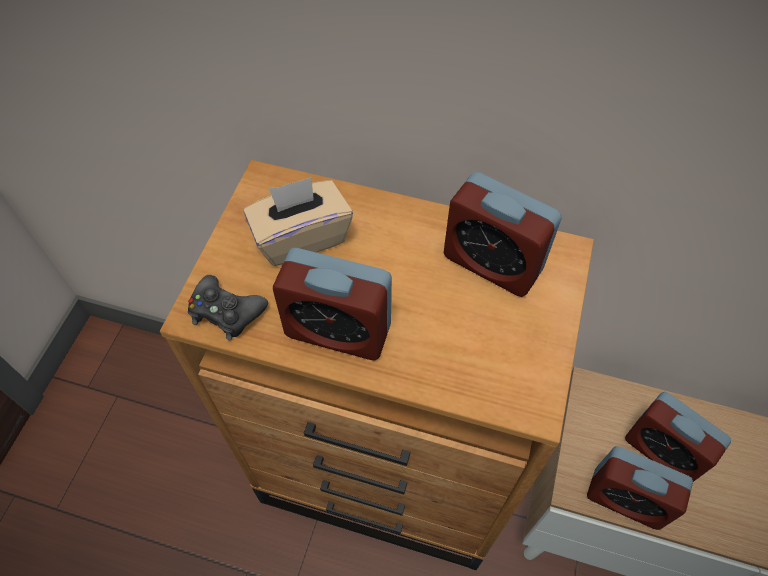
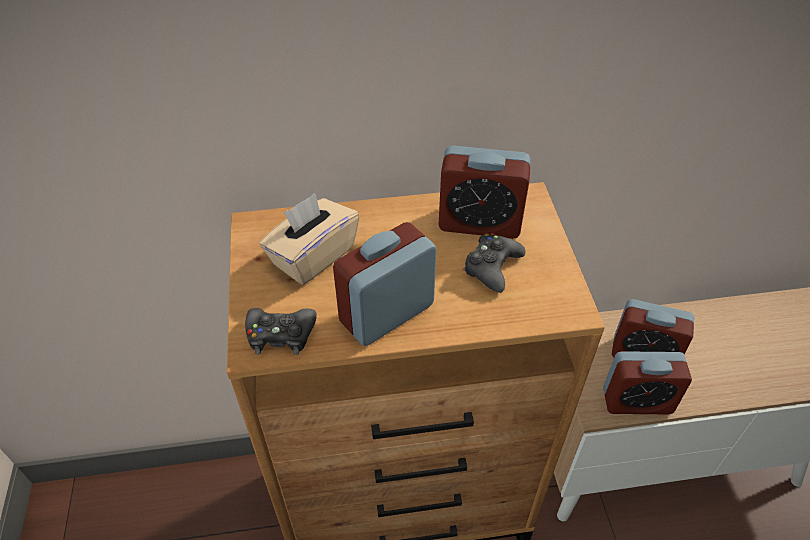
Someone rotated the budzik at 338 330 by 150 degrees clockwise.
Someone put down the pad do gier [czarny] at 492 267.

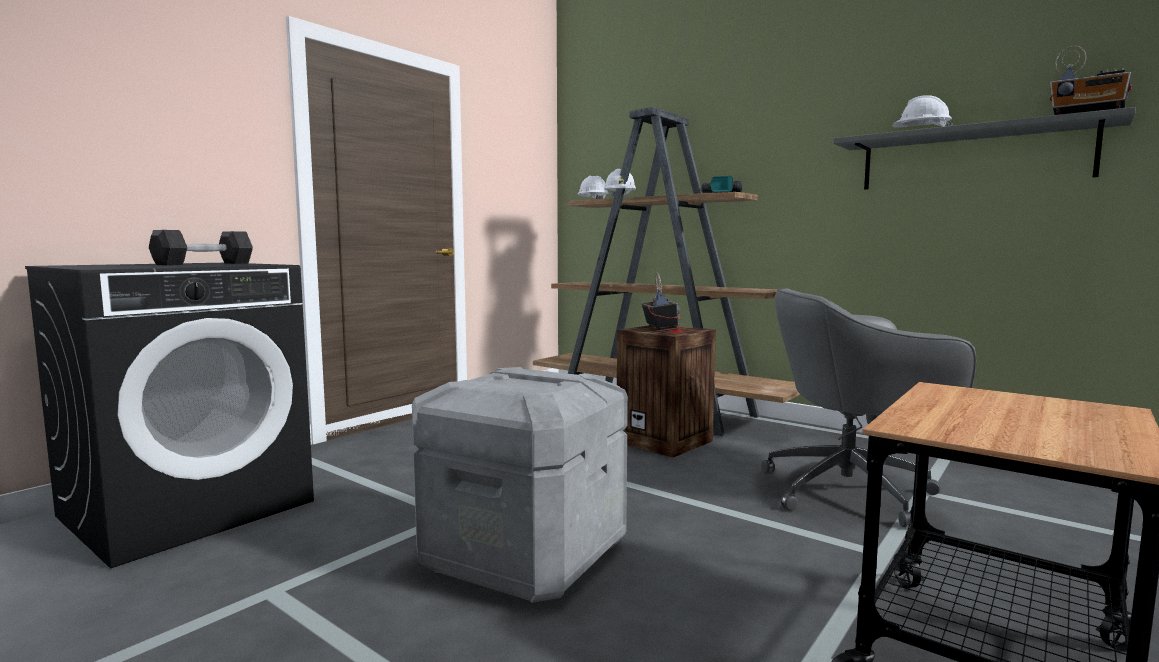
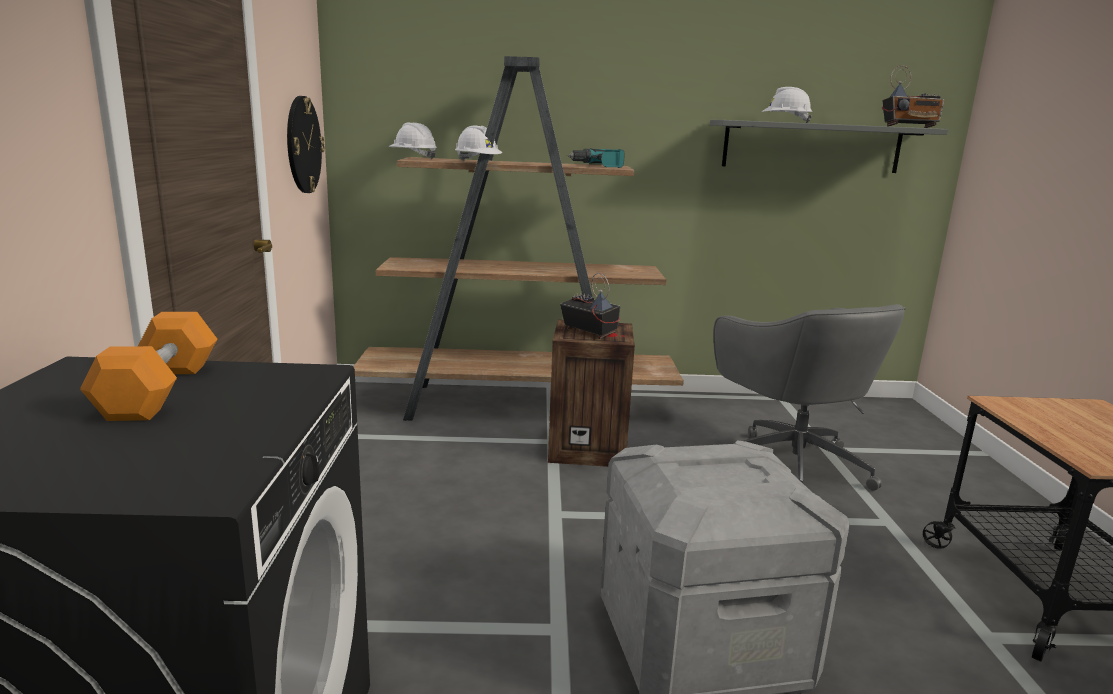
Someone repainted the hantel [czarny] at 204 264, which became the hantel [pomarańczowy] at 160 390.
Someone rotated the krzesło biurowe [szary] at 852 491 by 75 degrees counterclockwise.
Someone put up the zegar ścienny at 303 145.

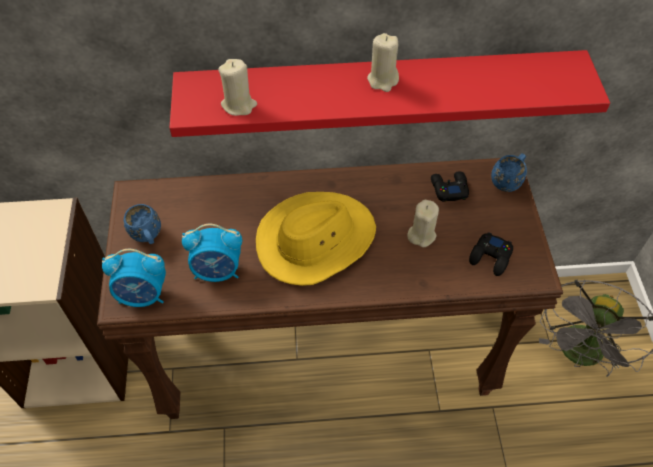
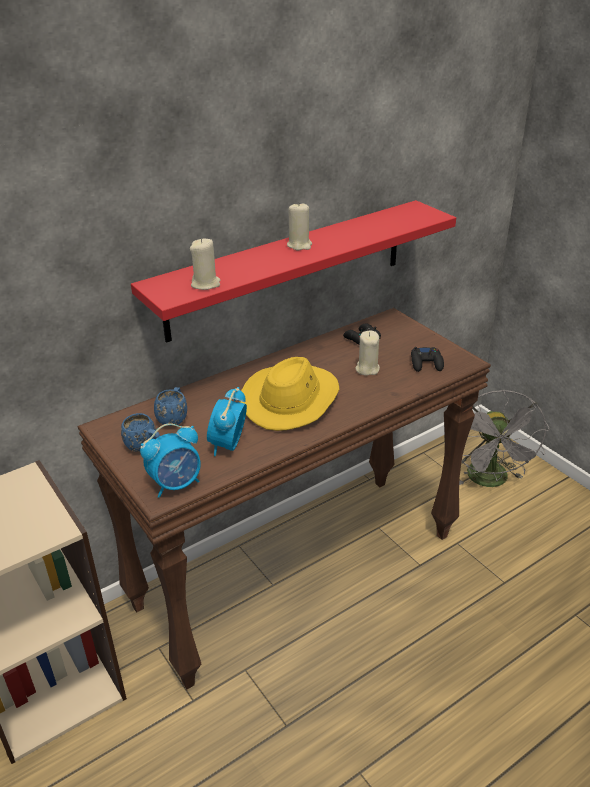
Someone carried the kubek [niebieski] from 507 181 to 173 418.
Someone rotated the budzik at 218 271 by 135 degrees clockwise.

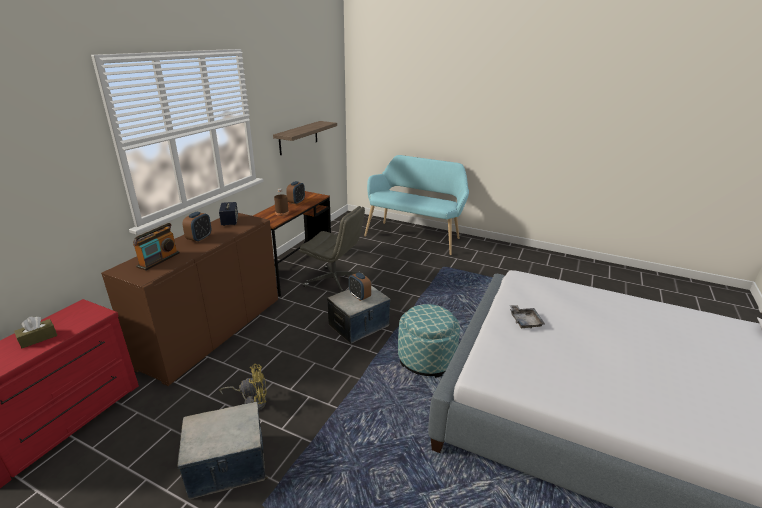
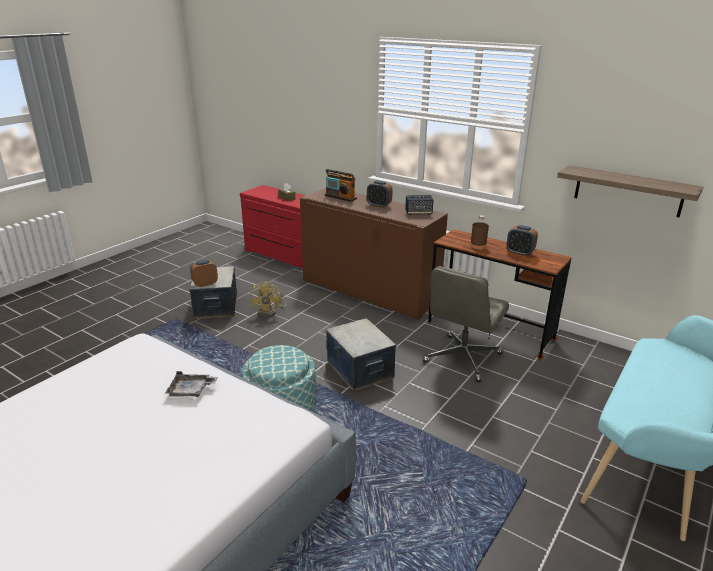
Someone carried the budzik from 359 296 to 205 284.

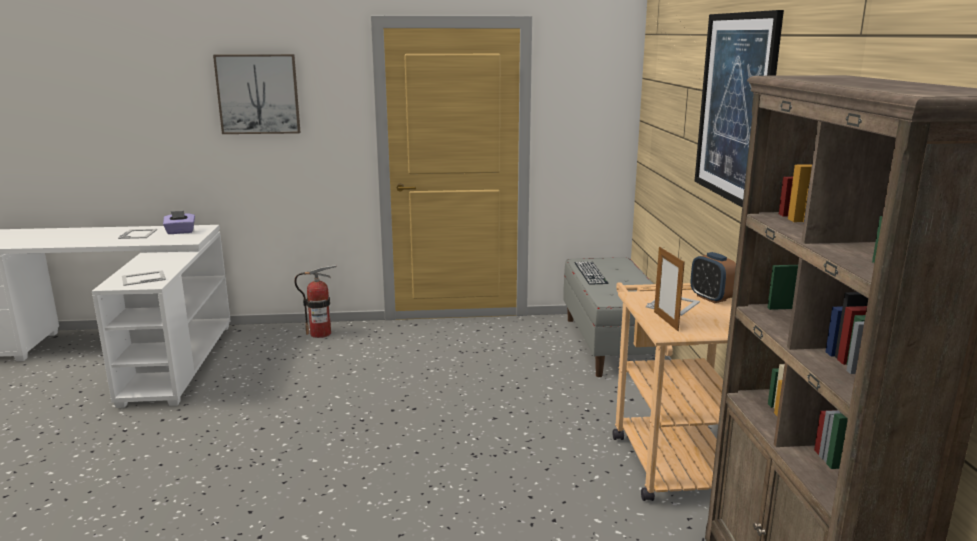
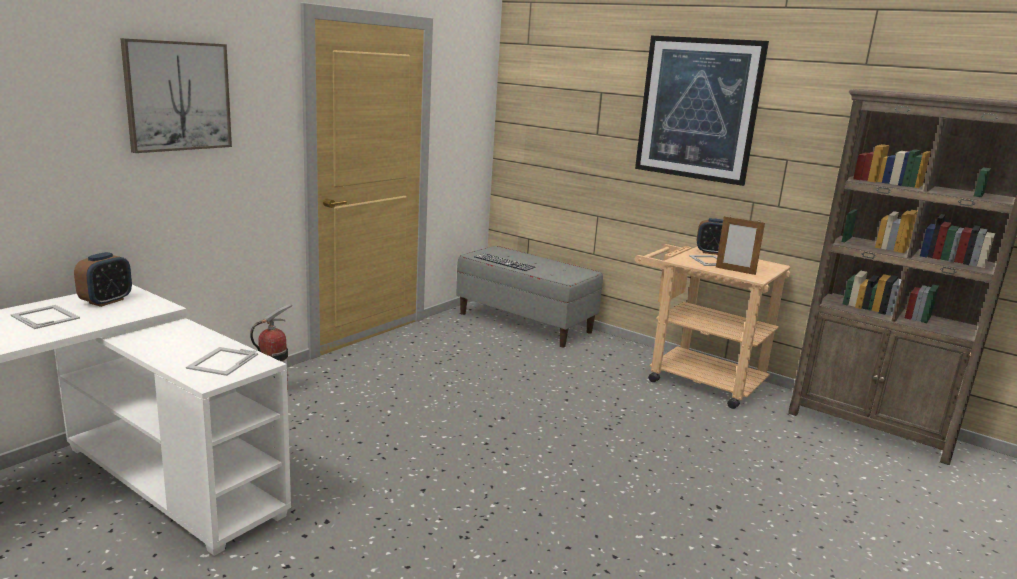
Someone swapped the pudełko chusteczek [fioletowy] at 180 232 for the budzik at 106 301.

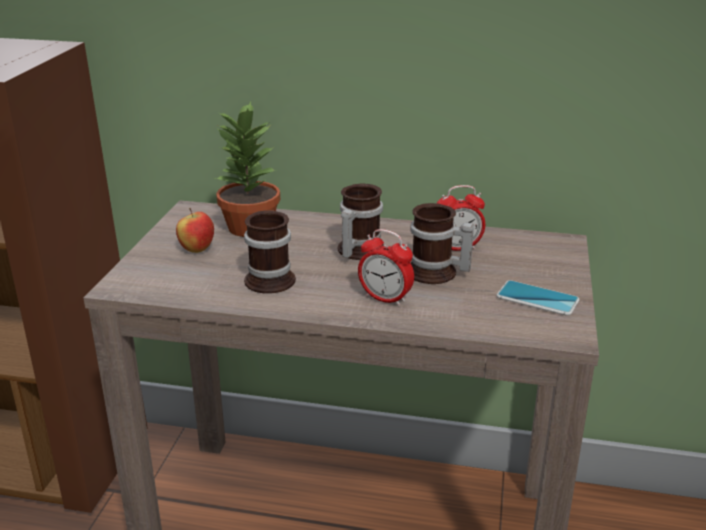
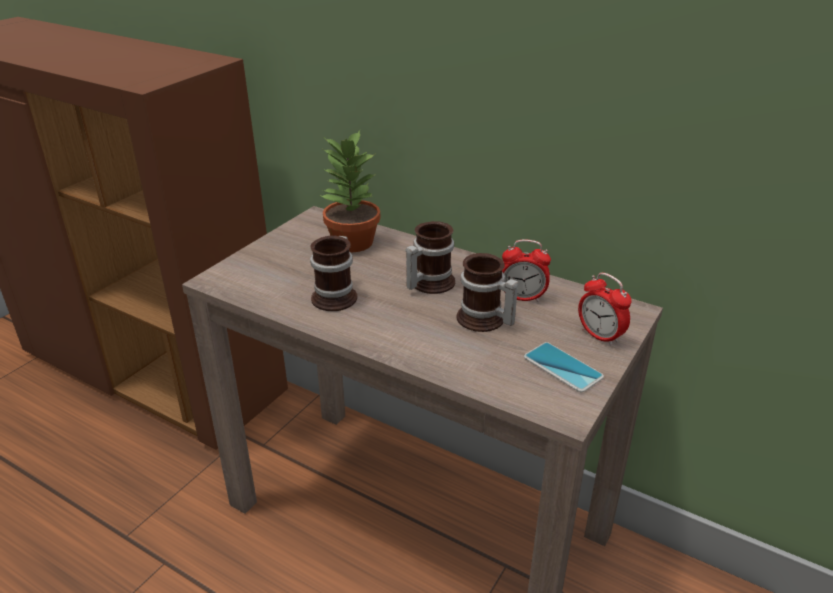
Someone took away the jabłko at 197 250.
Someone carried the budzik from 385 299 to 600 336.

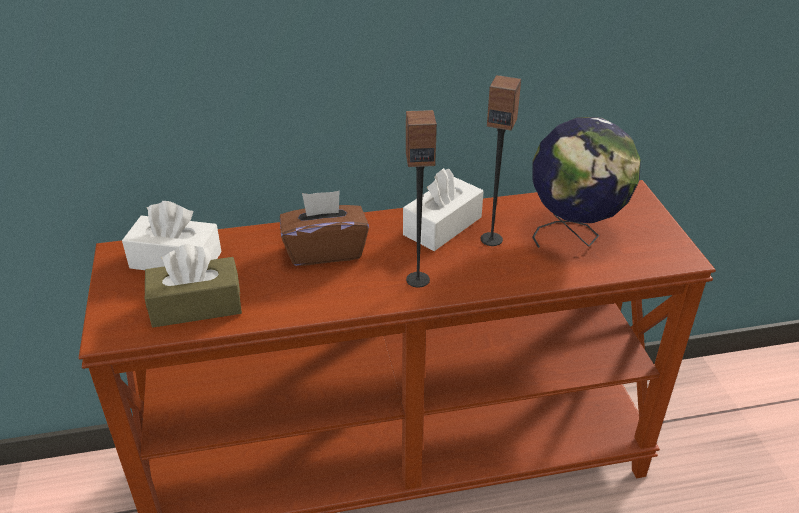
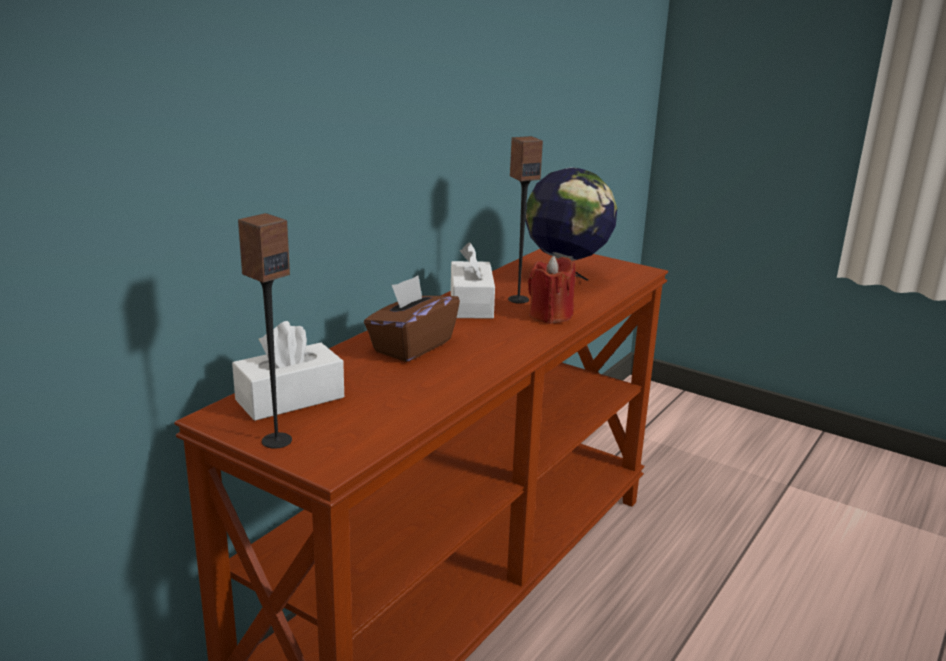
Someone carried the głośnik from 418 279 to 276 440.
Someone took away the pudełko chusteczek [brązowy] at 196 306.
Someone put down the świeca [czerwony] at 550 316.

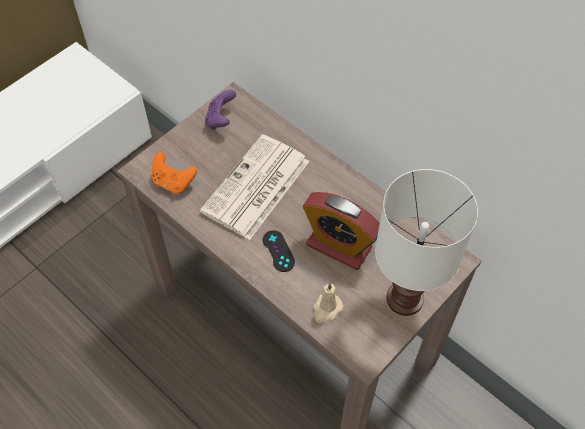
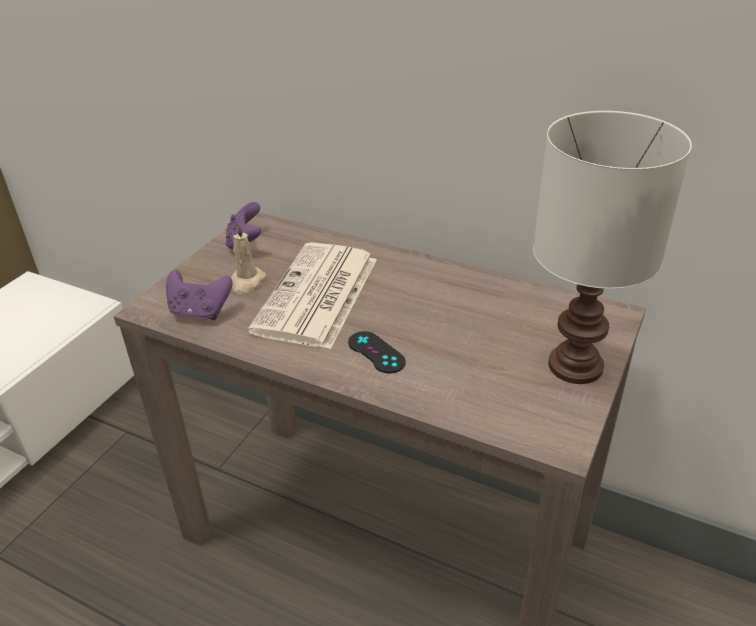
Someone repainted the pad do gier [pomarańczowy] at 173 182, which became the pad do gier [fioletowy] at 200 312.
Someone took away the budzik at 339 246.
Someone carried the świeca [beżowy] from 326 309 to 246 282.

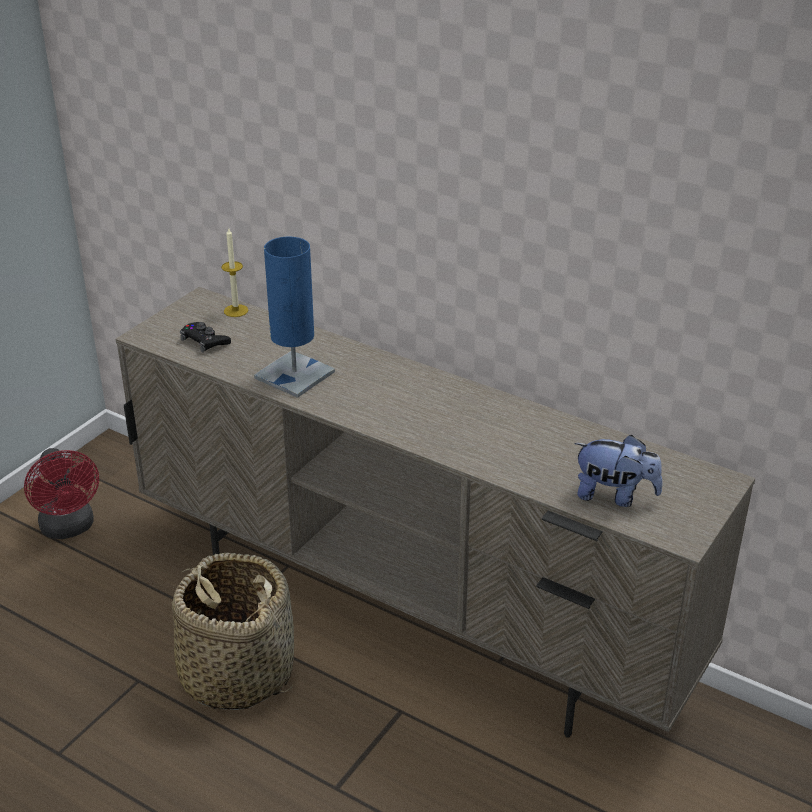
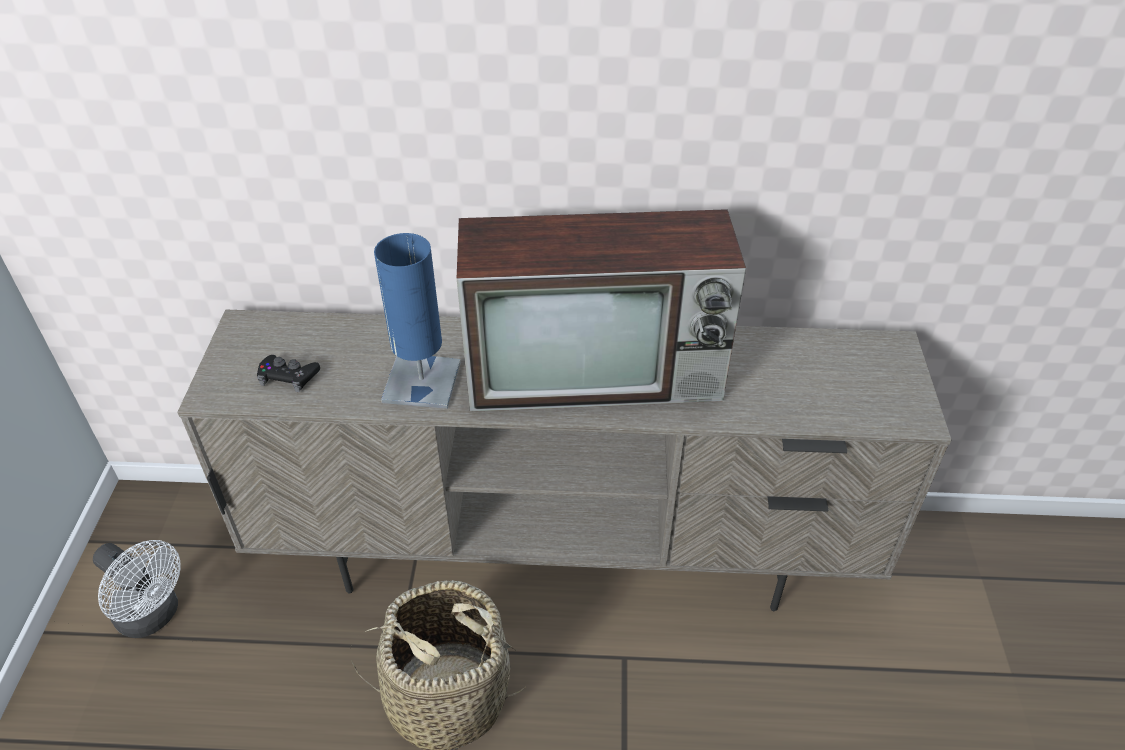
Someone took away the świeca at 236 310.
Someone took away the pluszak at 614 495.
Someone repainted the wentylator [czerwony] at 69 528, which became the wentylator [biały] at 154 616.
Someone put down the telewizor at 598 373.

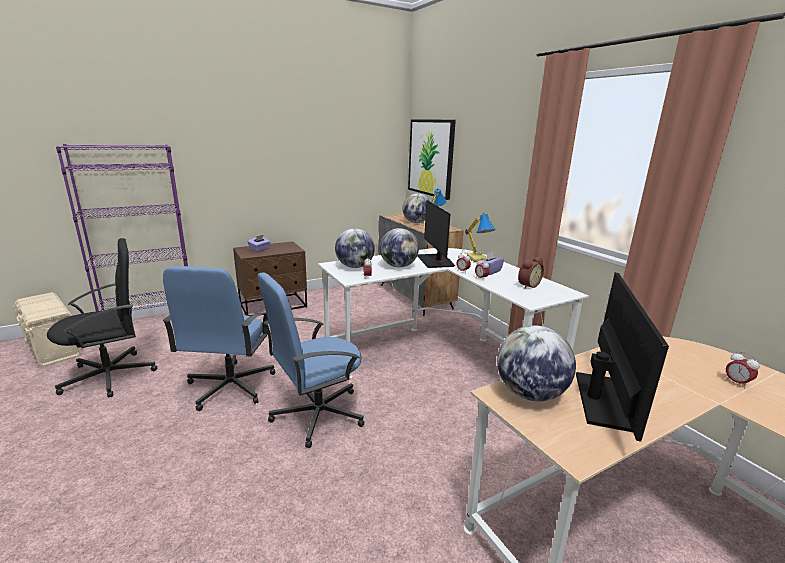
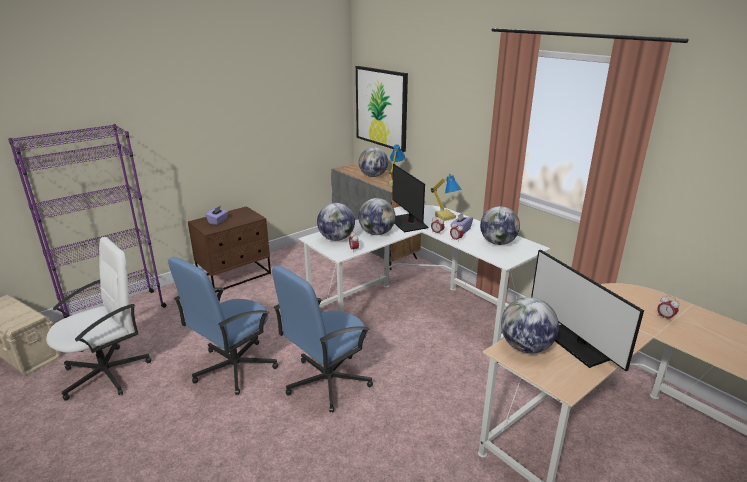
Someone repainted the krzesło biurowe [czarny] at 111 375, which became the krzesło biurowe [biały] at 107 373.
Someone swapped the budzik at 527 285 for the globus at 497 243.
Someone rotated the krzesło biurowe [niebieski] at 230 386 by 45 degrees clockwise.
Someone rotated the monitor at 601 400 by 150 degrees clockwise.

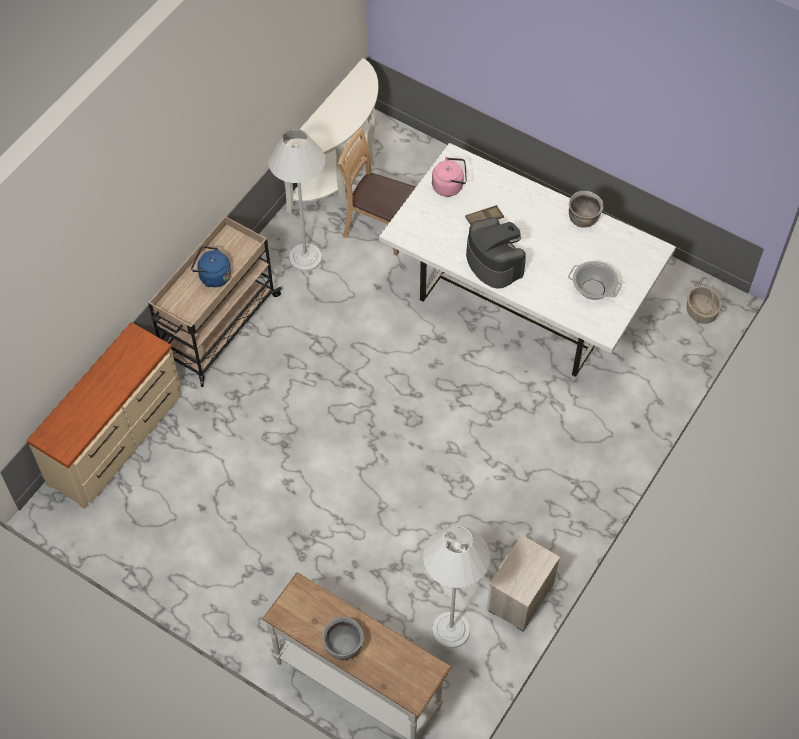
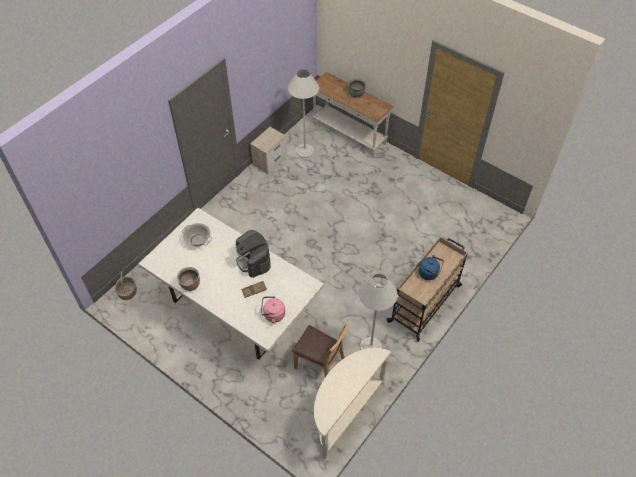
Someone took away the komoda [beżowy] at 117 439.

